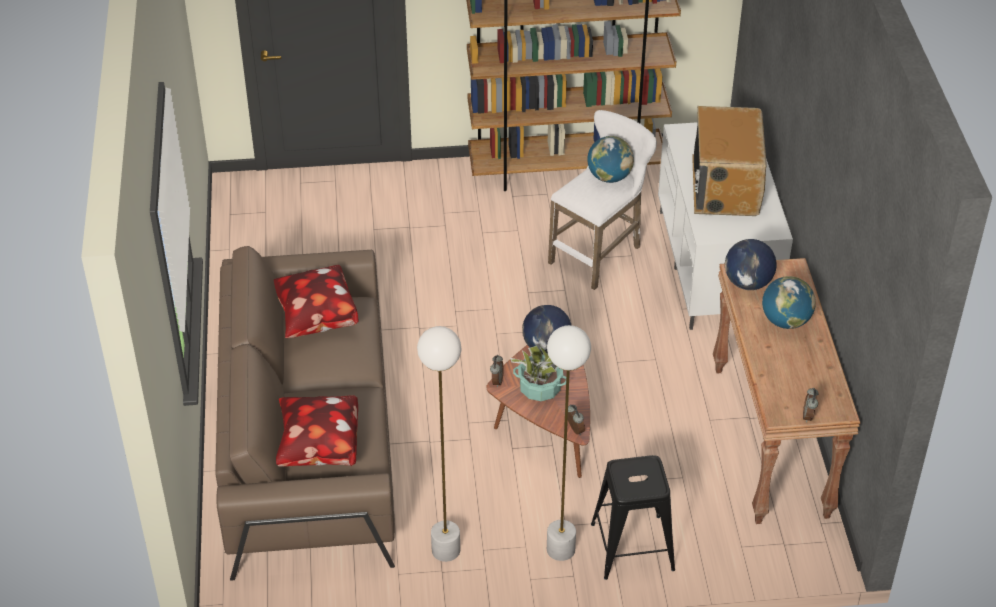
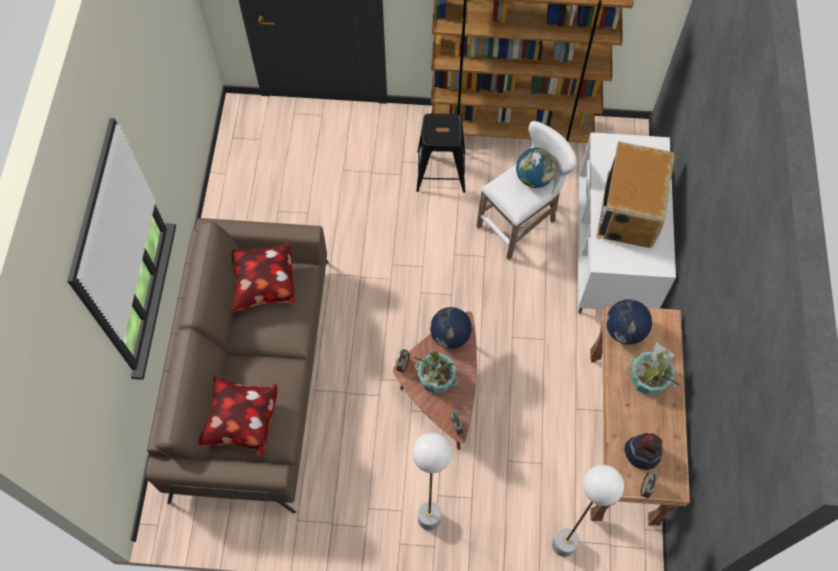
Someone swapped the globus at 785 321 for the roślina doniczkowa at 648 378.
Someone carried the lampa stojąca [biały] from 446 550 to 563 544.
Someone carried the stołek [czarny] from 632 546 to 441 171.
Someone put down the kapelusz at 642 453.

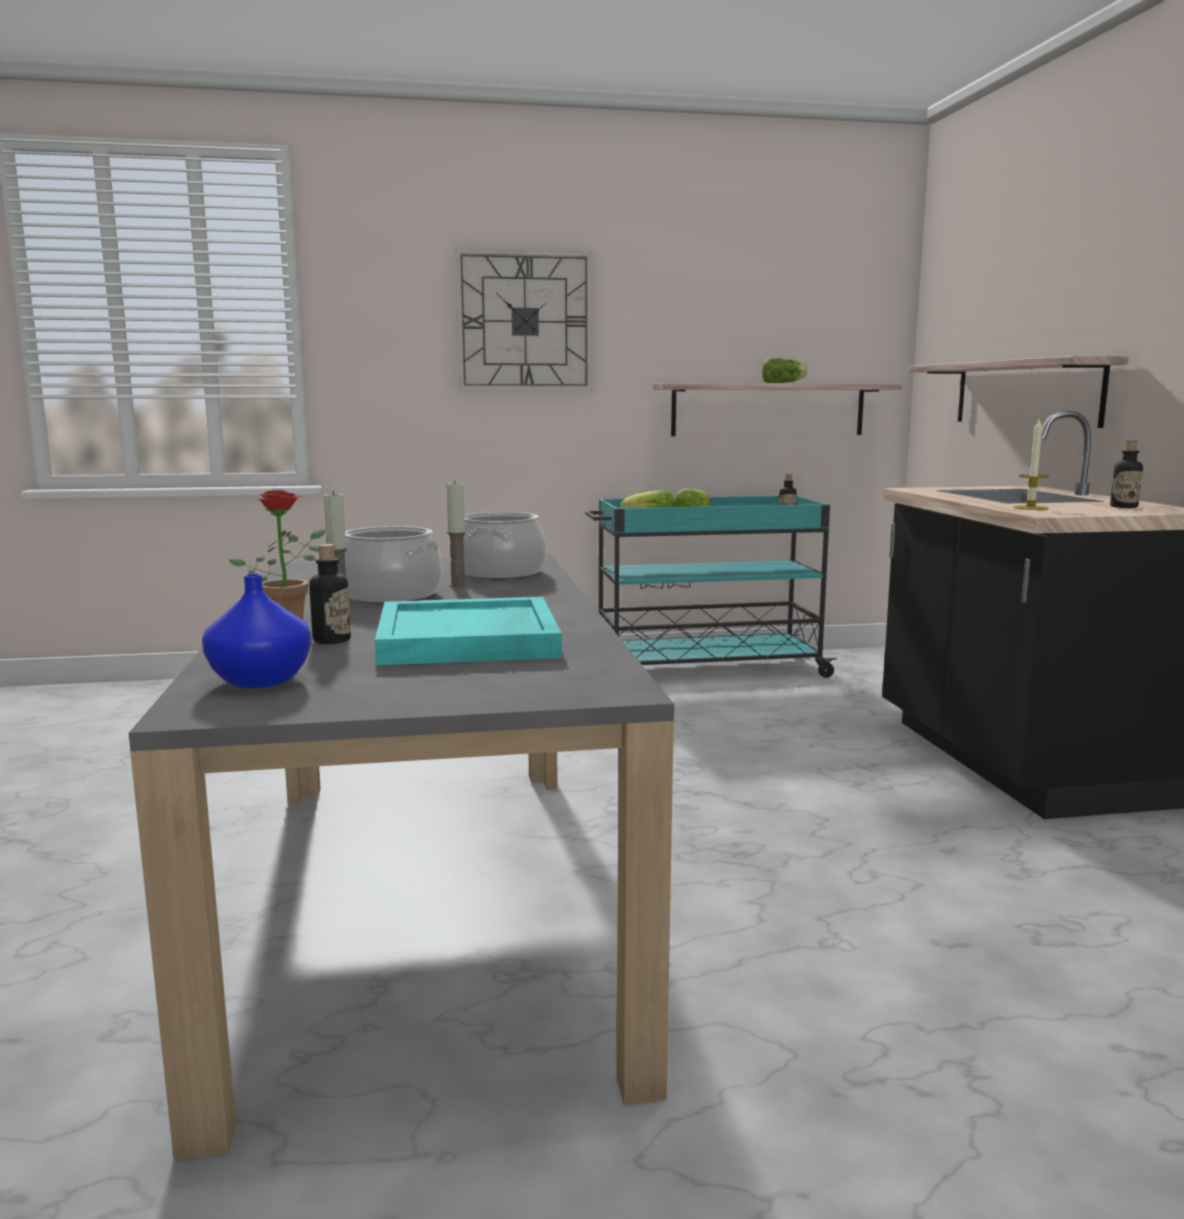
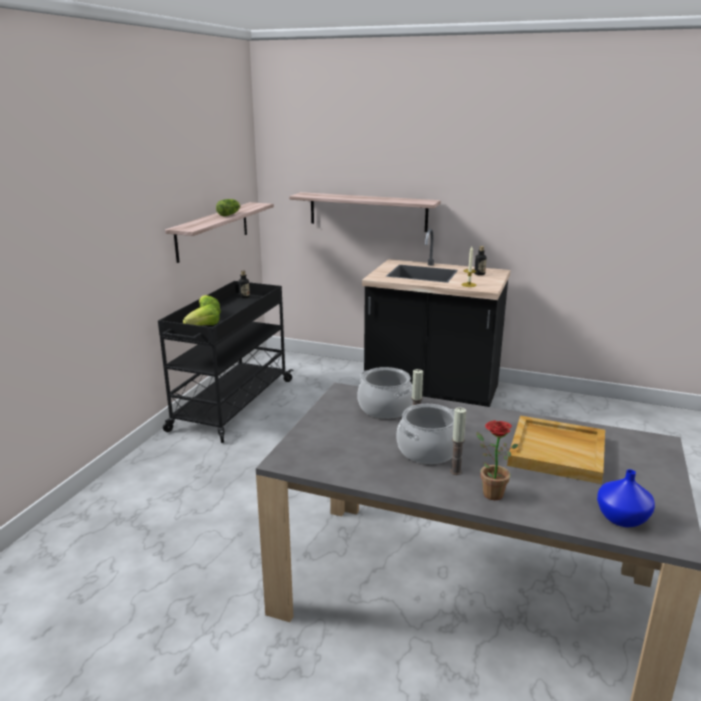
Someone took away the zegar ścienny at 524 321.
Someone repainted the wózek [turkusowy] at 704 670, which became the wózek [czarny] at 231 405.
Someone took away the butelka at 332 640.
Someone repainted the taca [turkusowy] at 469 639, which became the taca [beżowy] at 558 452.

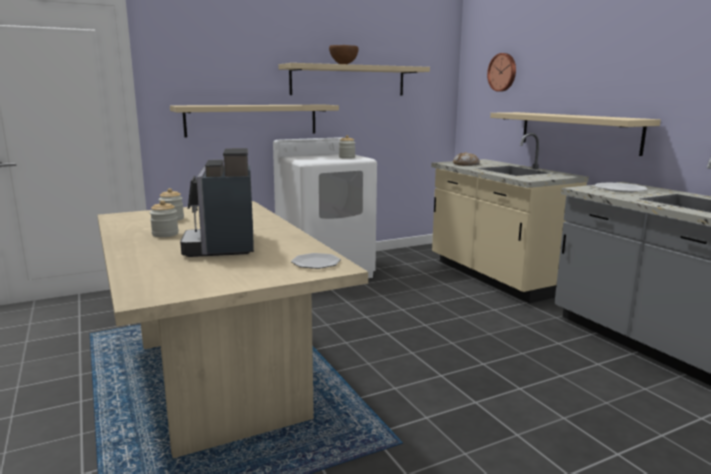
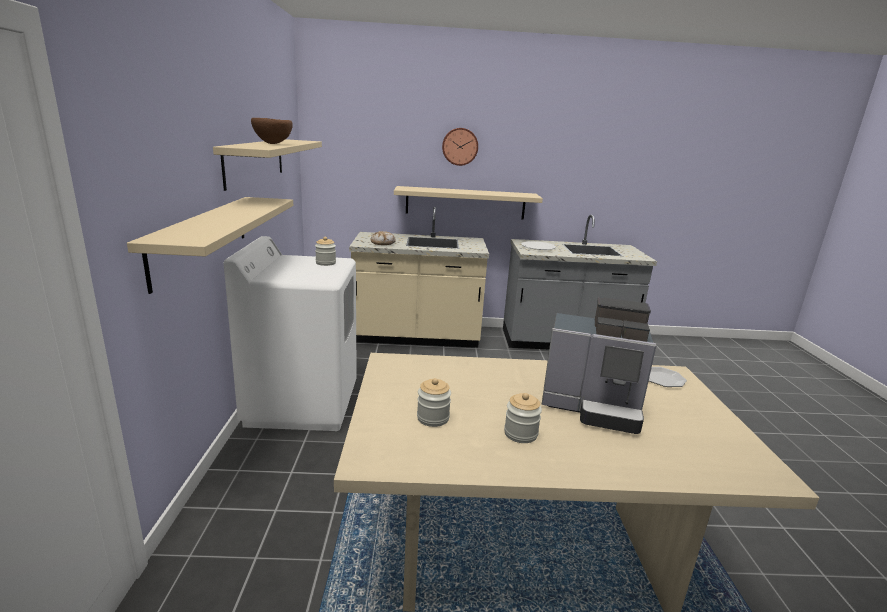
Someone carried the zegar ścienny from 503 72 to 460 146.

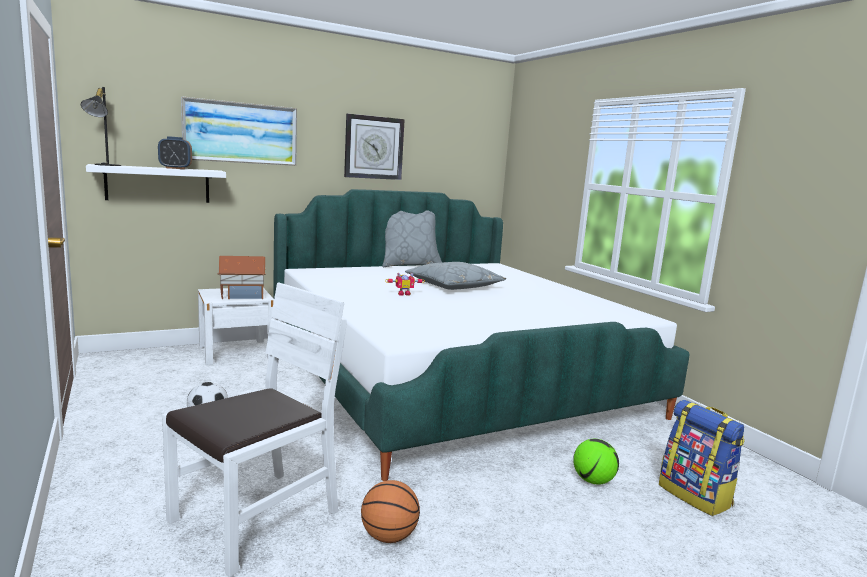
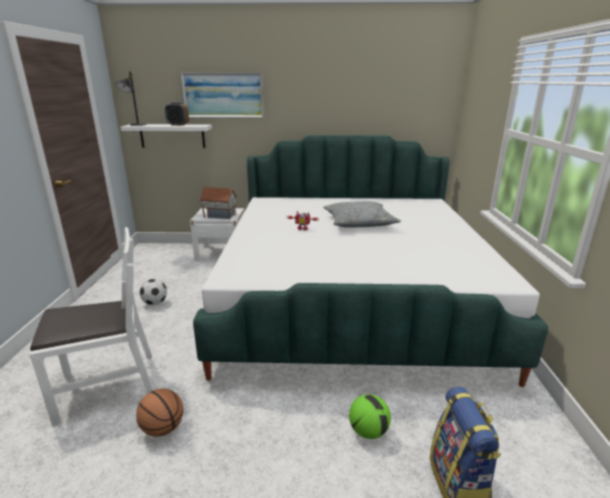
Someone took away the zegar ścienny at 374 147.
Someone took away the poduszka [szary] at 409 264.

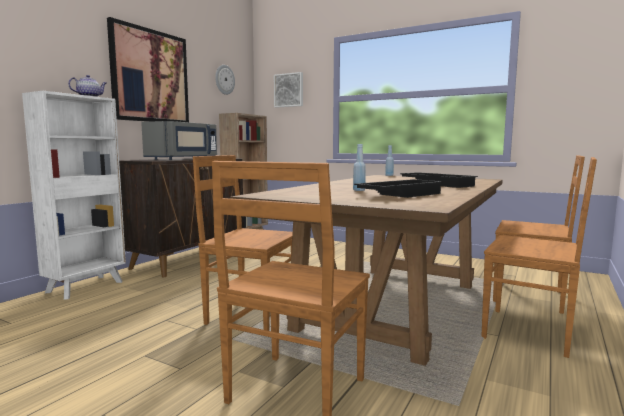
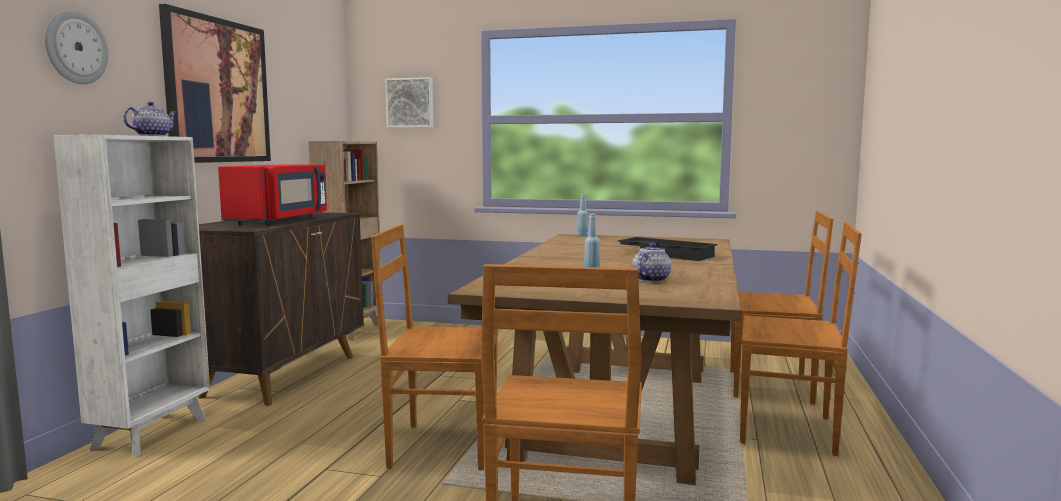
Someone carried the zegar ścienny from 224 79 to 75 47.
Someone repainted the mikrofalówka [szary] at 184 159, which became the mikrofalówka [czerwony] at 280 220.
Someone swapped the taca [czarny] at 399 195 for the imbryk at 651 279.

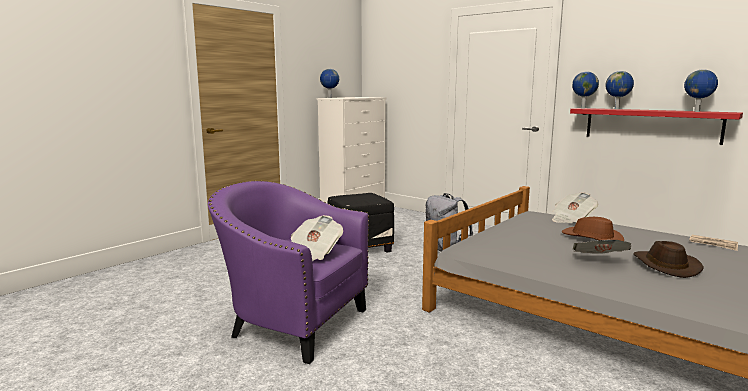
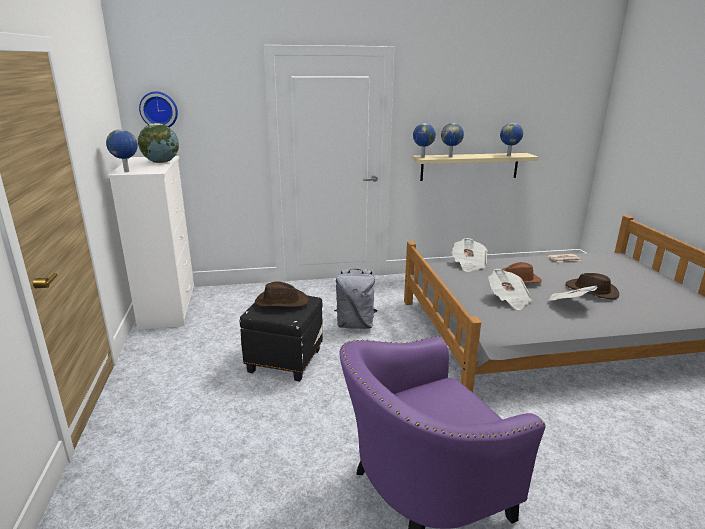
Someone repainted the półka [czerwony] at 651 125, which became the półka [beżowy] at 469 166.
Someone carried the gazeta from 313 254 to 508 300.
Someone put up the zegar ścienny at 159 110.
Someone put down the globus at 161 162.
Someone put down the kapelusz [brązowy] at 281 301.

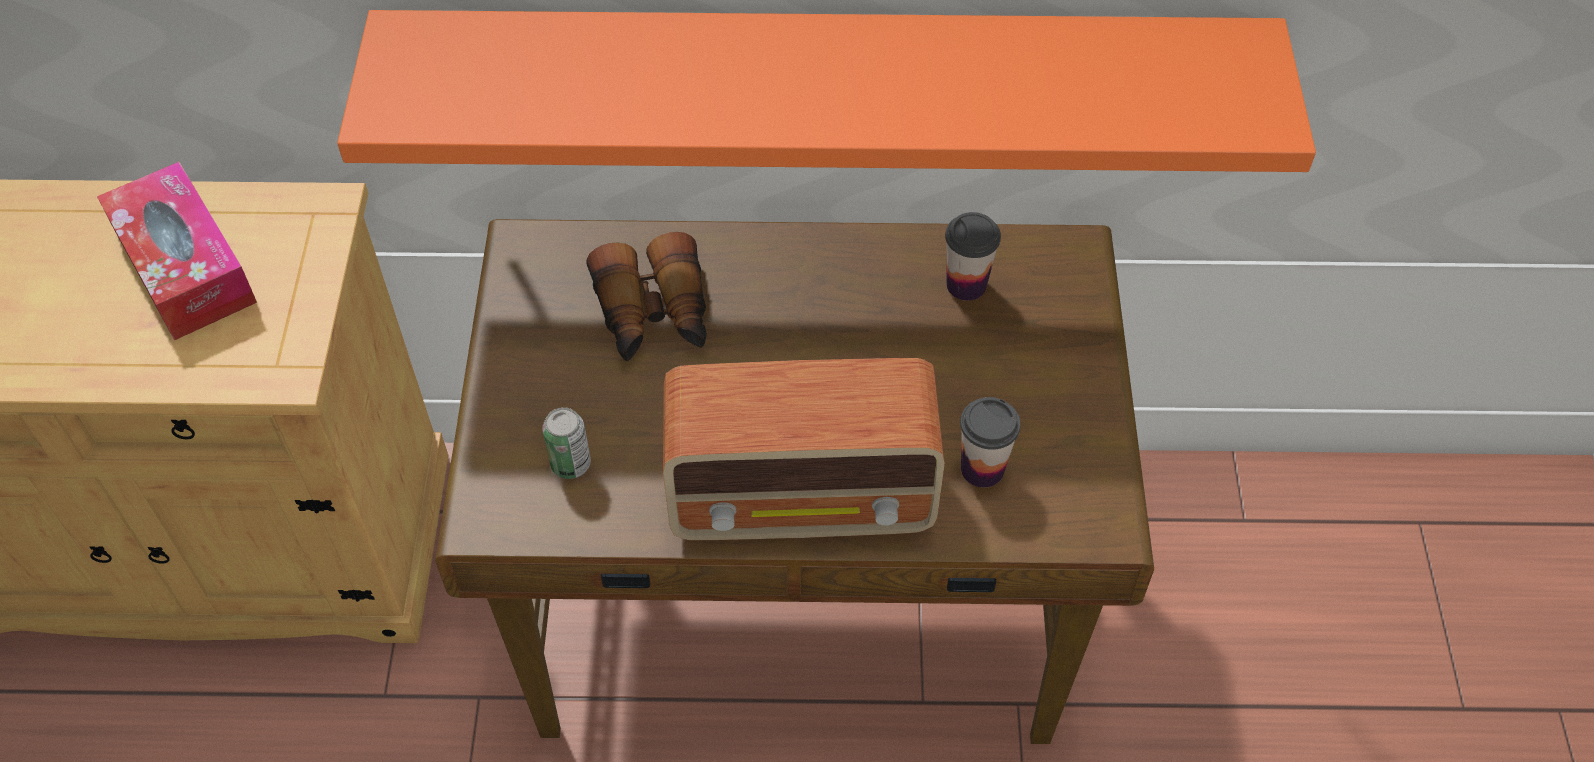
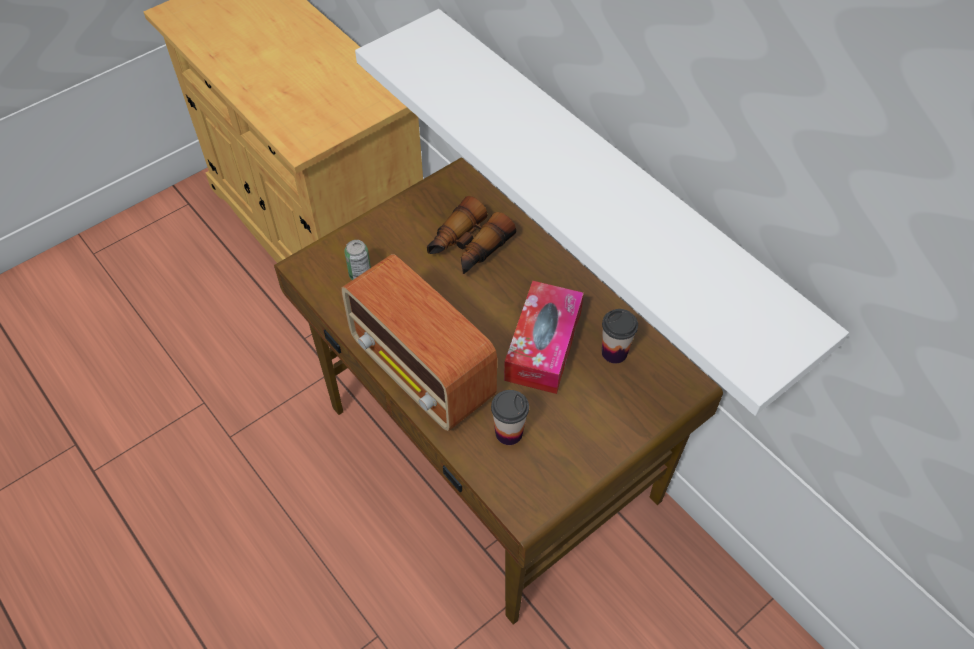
Someone repainted the półka [pomarańczowy] at 824 71, which became the półka [biały] at 610 183.
Someone carried the pudełko chusteczek from 185 267 to 543 346.

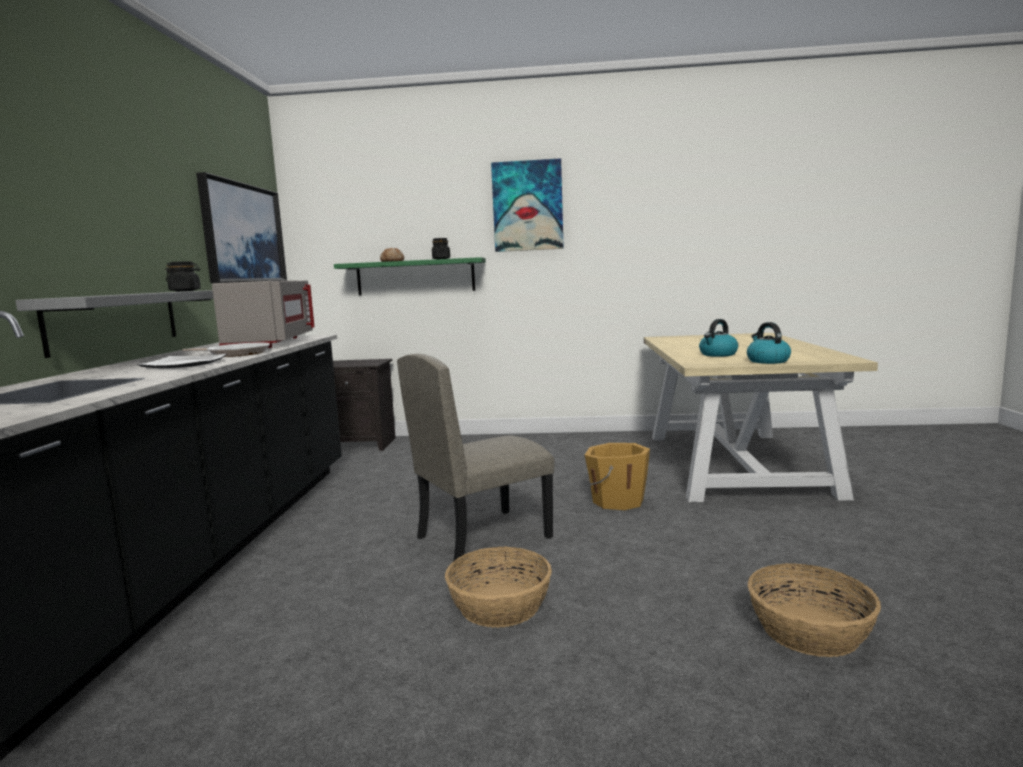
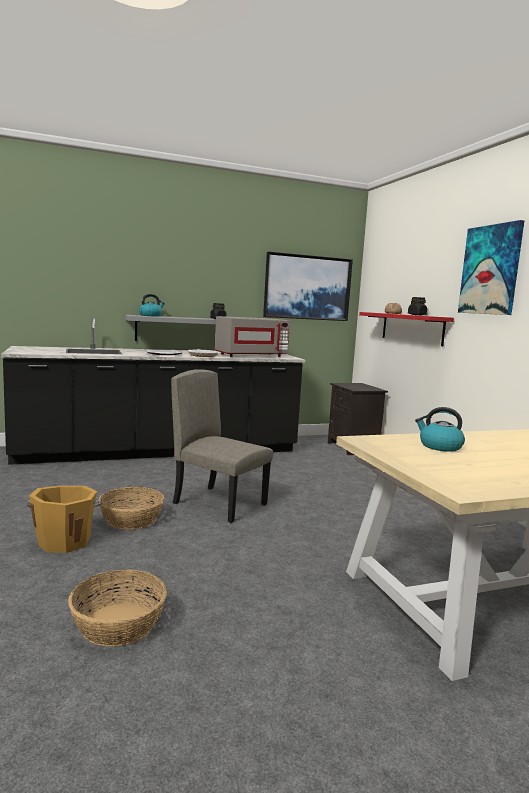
Someone repainted the półka [zielony] at 415 277, which became the półka [czerwony] at 412 328.
Someone carried the czajnik from 767 361 to 151 316.
Someone carried the wiadro [pomarańczowy] from 616 500 to 65 541.

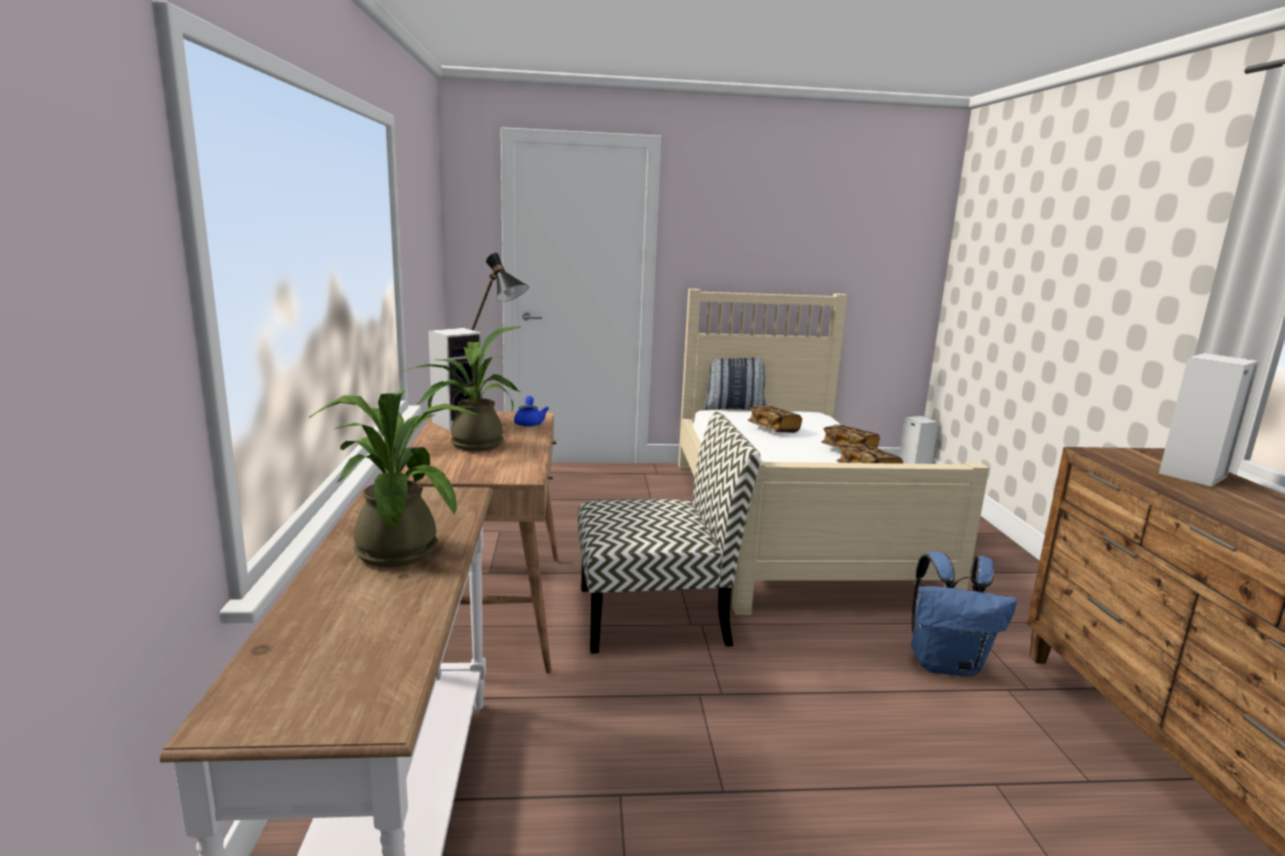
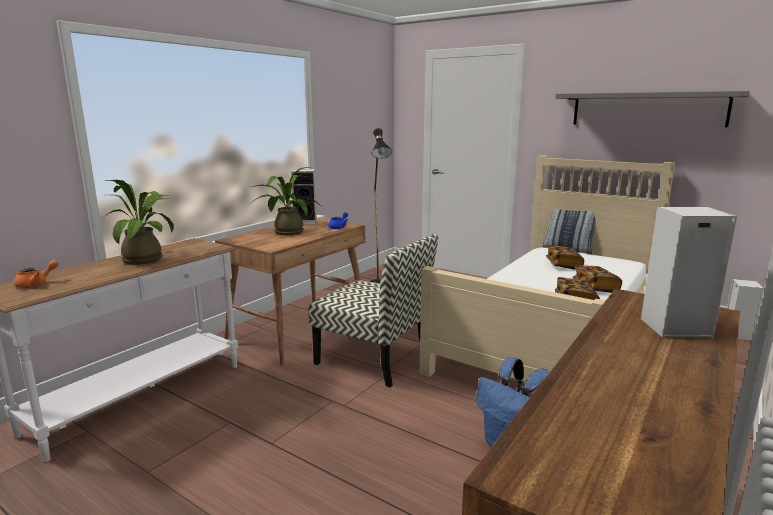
Someone put up the półka [szary] at 647 109.
Someone put down the imbryk [pomarańczowy] at 36 284.

